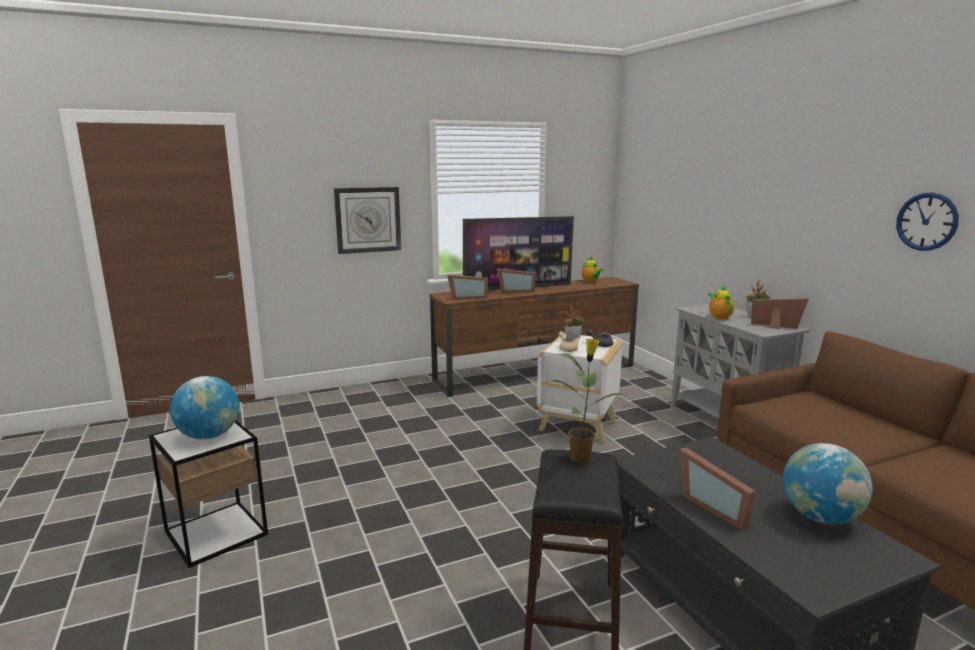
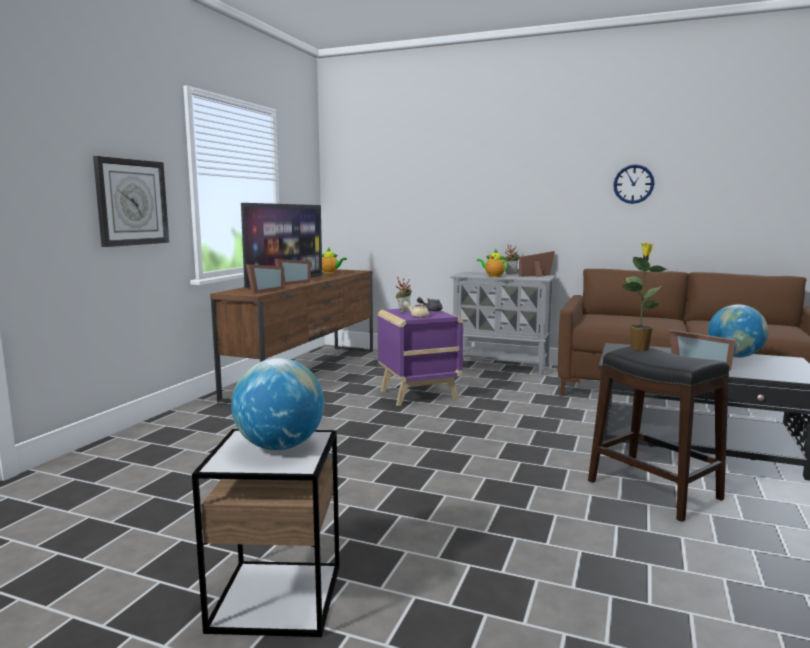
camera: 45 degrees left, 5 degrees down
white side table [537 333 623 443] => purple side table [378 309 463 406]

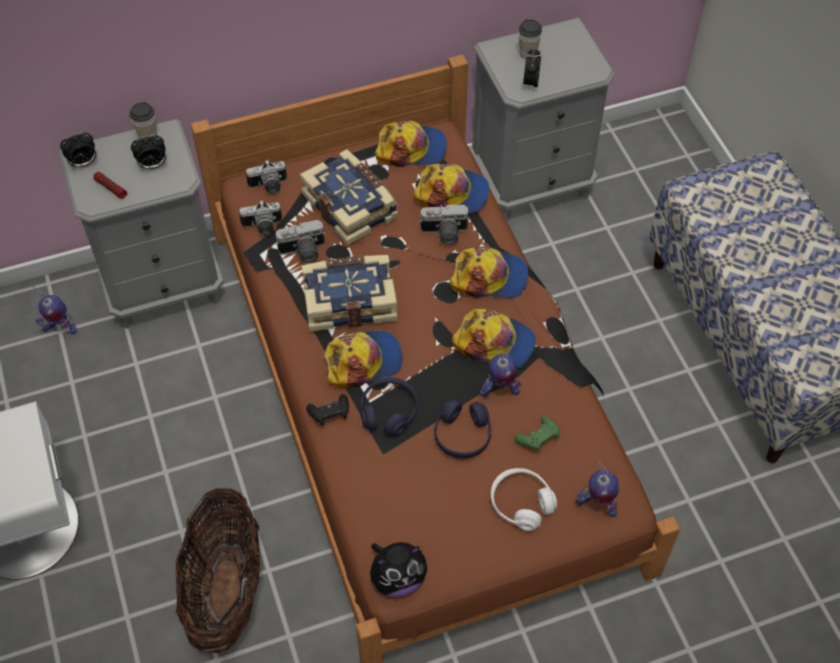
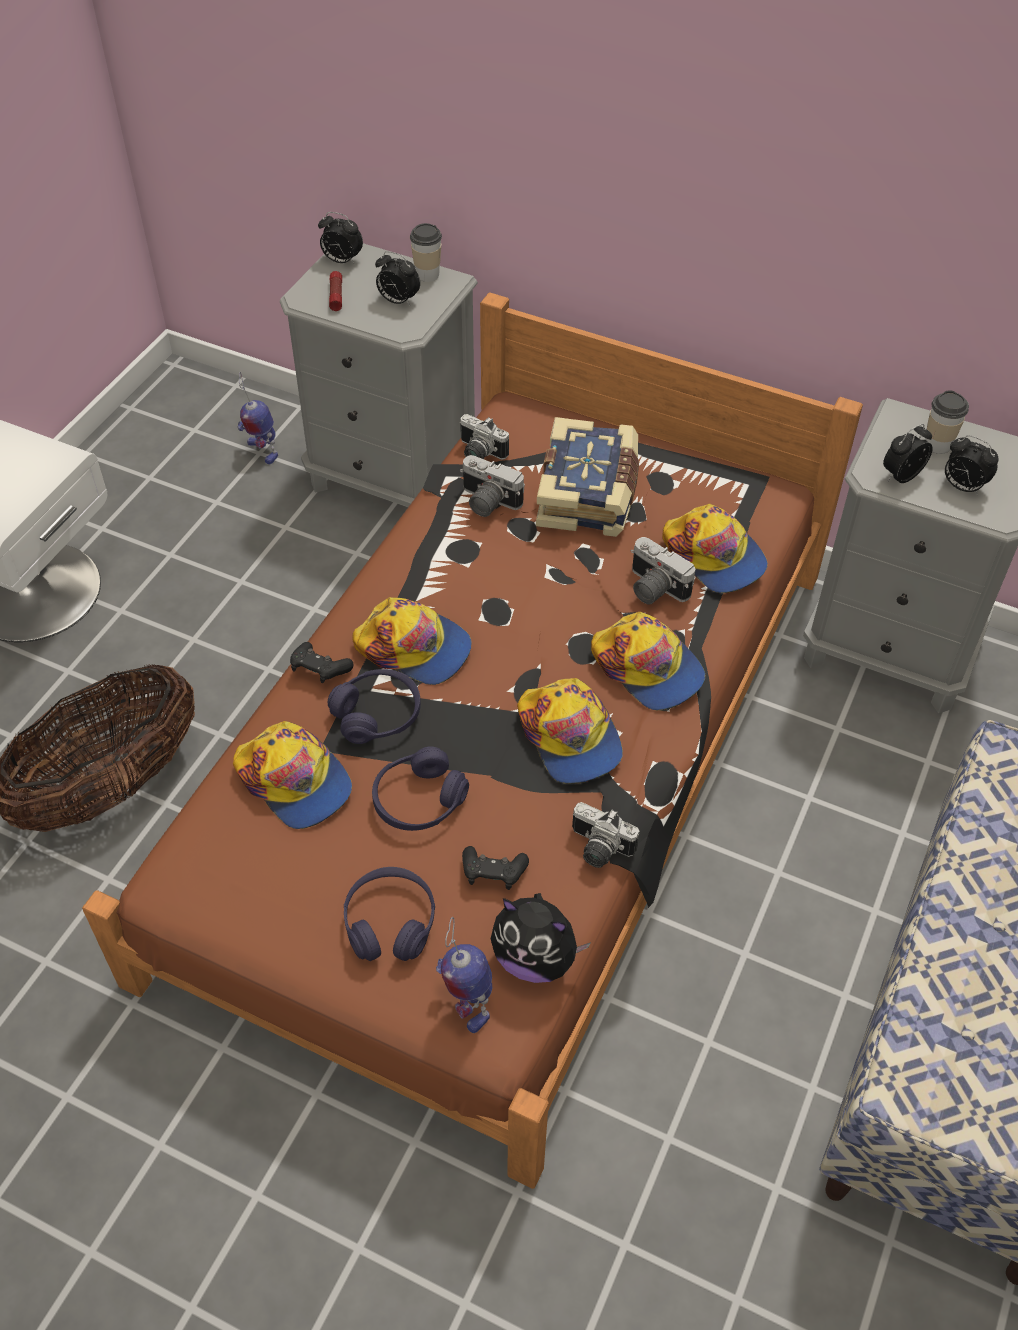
camera: 45 degrees right, 5 degrees down
cap [375 120 447 167] => cap [233 721 352 829], relocated
white headphones [491 468 557 531] => purple headphones [344 867 435 961]
green game controller [514 416 560 452] => black game controller [462 846 529 890]
plush toy [370 542 427 597] => plush toy [491 893 591 983], relocated
photo camera [246 160 287 194] => photo camera [572 802 639 868], relocated
nothing => alarm clock [945 435 999 495]
book [302 255 398 332] => nothing
toy robot [480 345 521 397] => nothing

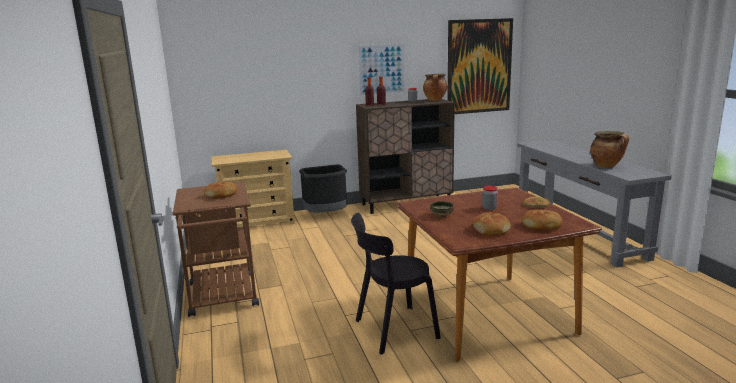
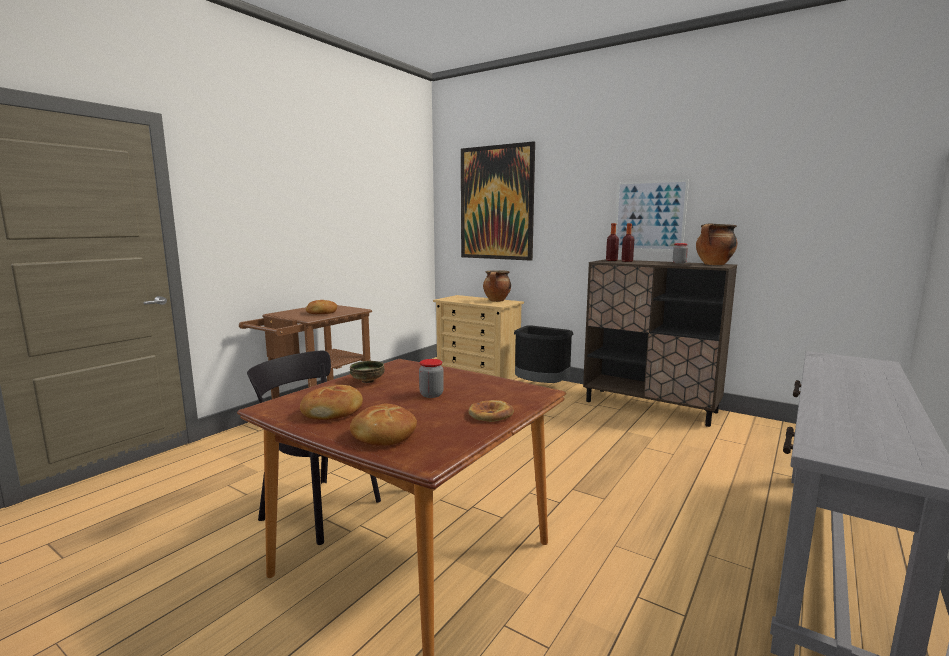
camera: 50 degrees right, 5 degrees down
picture [447 18 513 114] => picture [461 141 535 261], relocated
cooking pot [590 131 629 168] => cooking pot [483 270 511 302], relocated

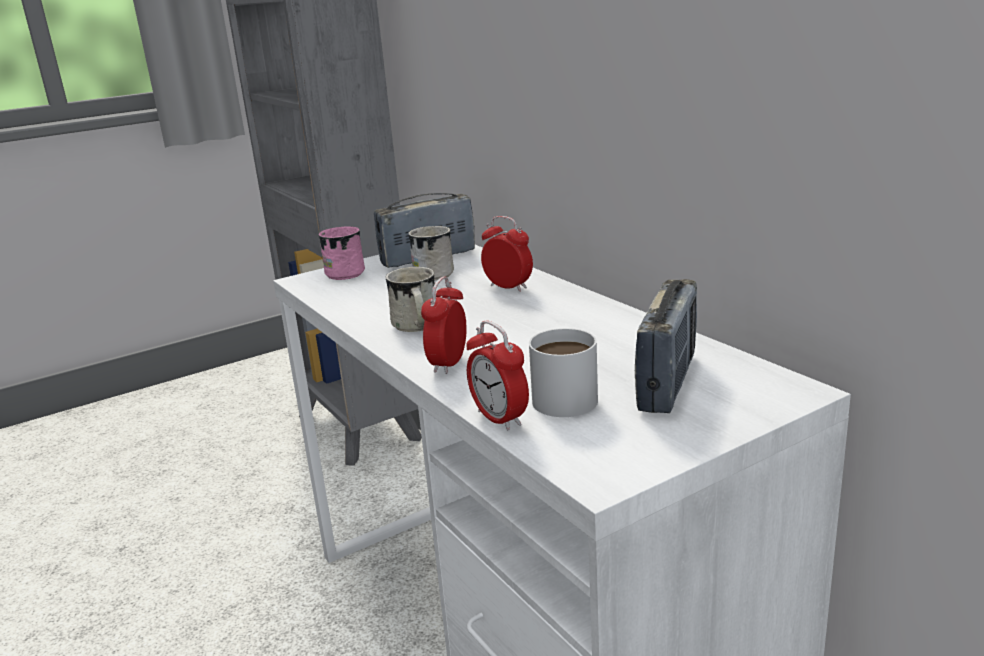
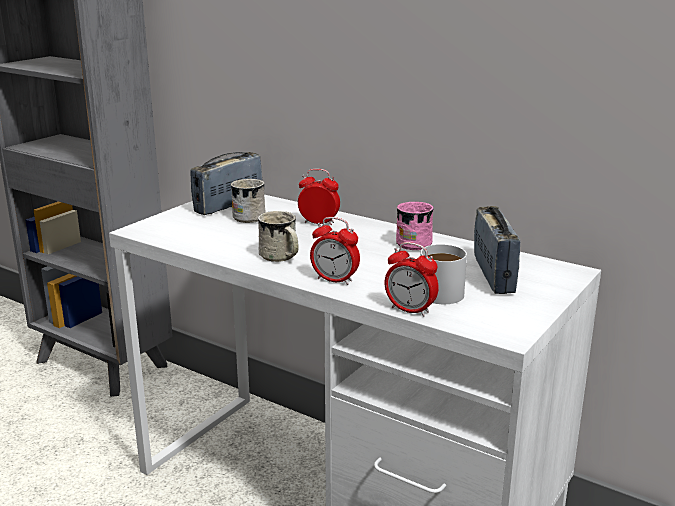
camera: 25 degrees left, 0 degrees up
alarm clock [421 277 466 374] => alarm clock [310 217 360 285], 60 degrees counterclockwise
pink mug [318 226 365 280] => pink mug [396 202 434 250], relocated

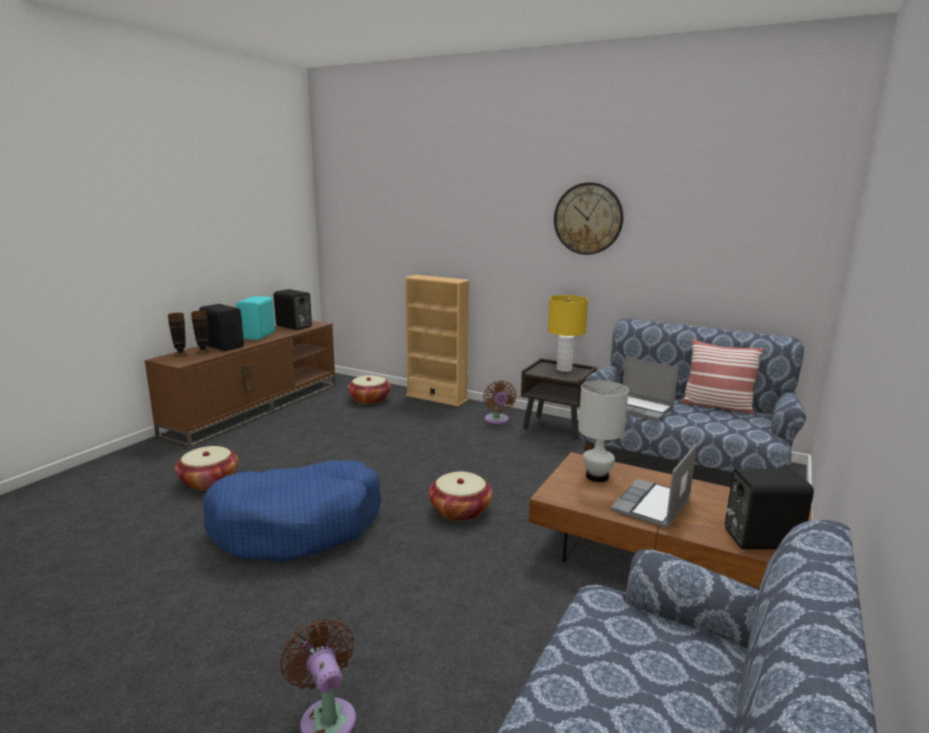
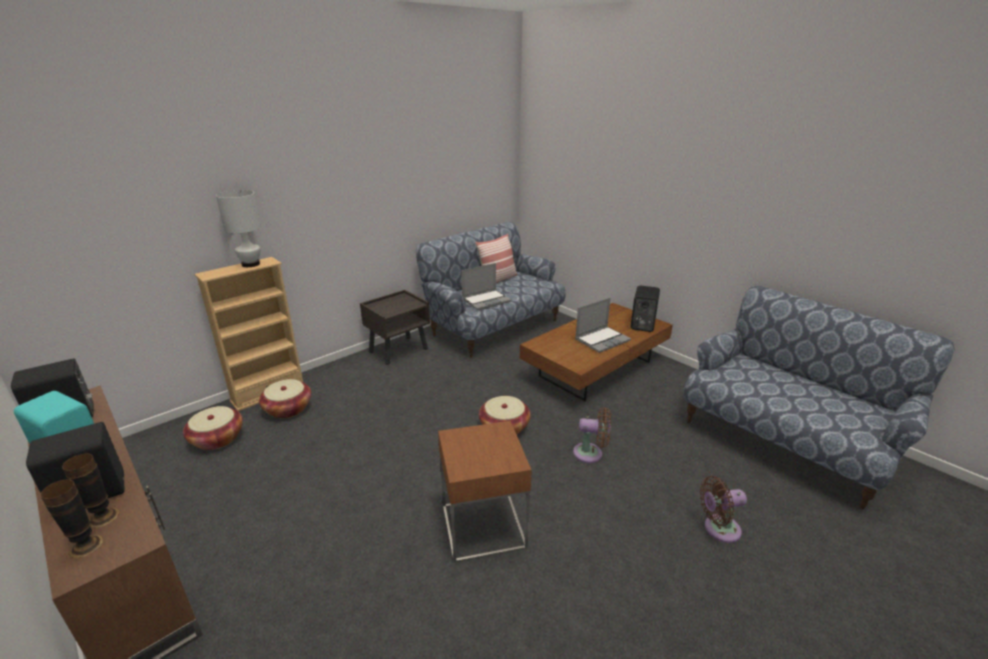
camera: 70 degrees left, 10 degrees up
white table lamp [578 380 629 482] => white table lamp [216 190 261 267], relocated
basket [175 446 238 490] => basket [259 379 311 419], relocated
blue dog bed [203 460 382 562] => brown side table [438 421 532 563]
brown fan [483 380 516 424] => brown fan [573 407 611 463], relocated
laptop [611 444 697 528] => laptop [575 298 631 353], 90 degrees counterclockwise
yellow table lamp [548 295 588 372] => nothing
wall clock [554 182 623 255] => nothing

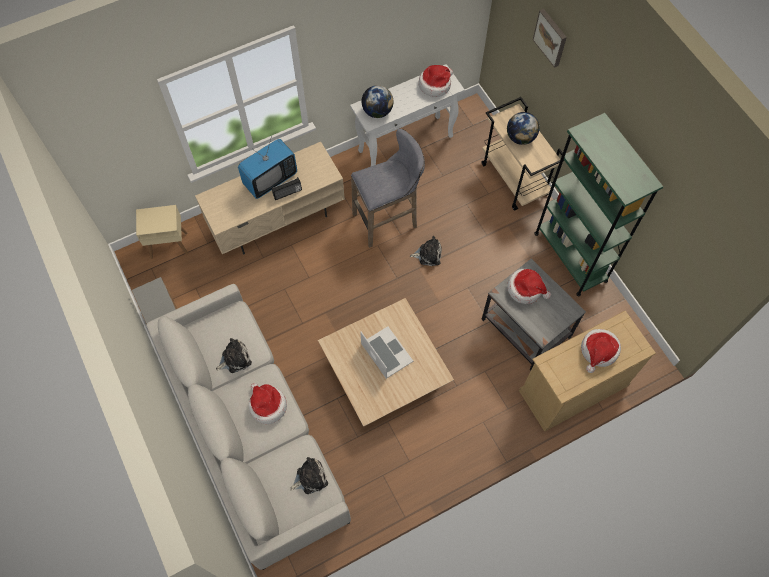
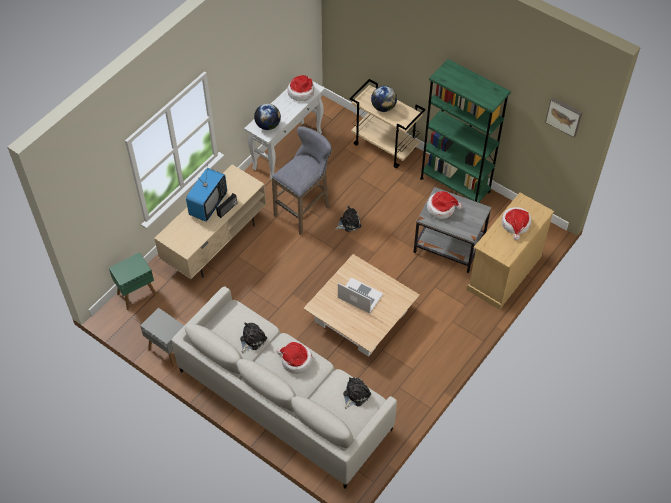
camera: 25 degrees left, 10 degrees down
beige side table [136 205 188 259] => green side table [109 252 157 310]
picture [533 9 567 68] => picture [545 97 582 137], relocated

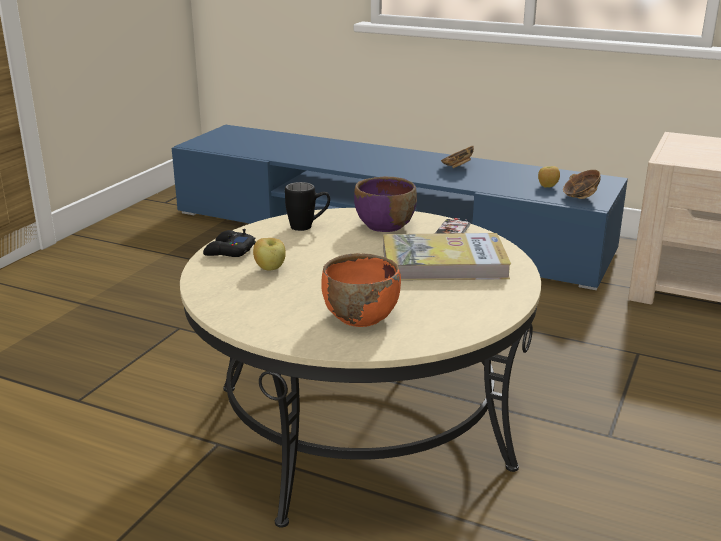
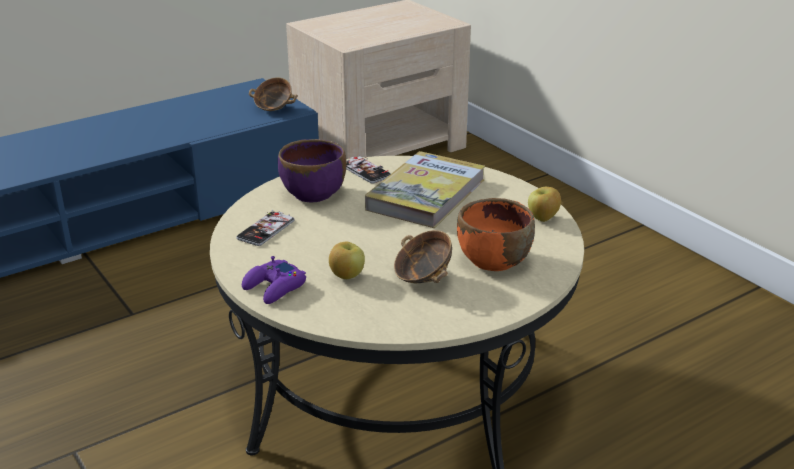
camera: 60 degrees left, 5 degrees up
black mug [285 182 330 231] => phone [236 210 294 246]
black game controller [203 229 256 257] => purple game controller [242 256 306 304]
bowl [441 146 474 168] => bowl [394 230 452 283], relocated
apple [538 166 560 187] => apple [528 187 561 222], relocated

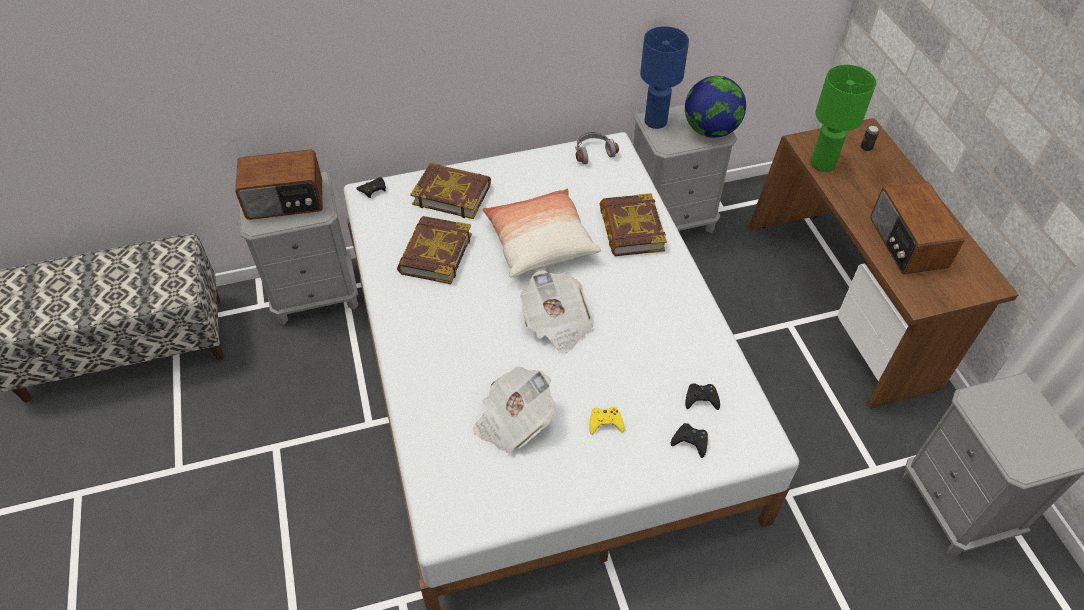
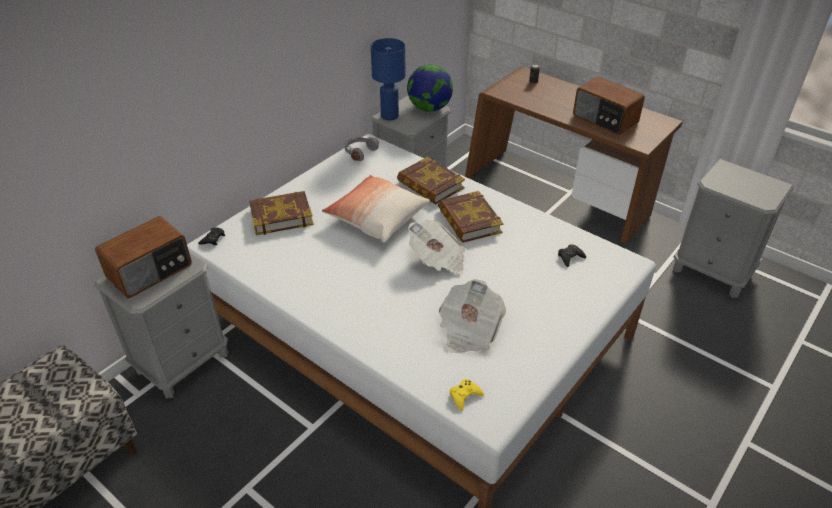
camera: 35 degrees left, 10 degrees down
book [397 216 472 284] => book [438 191 503 243], relocated
yellow game controller [589 406 625 435] => yellow game controller [450 379 484 411], relocated
black game controller [671 423 708 458] => nothing
green table lamp [811 64 876 172] => nothing

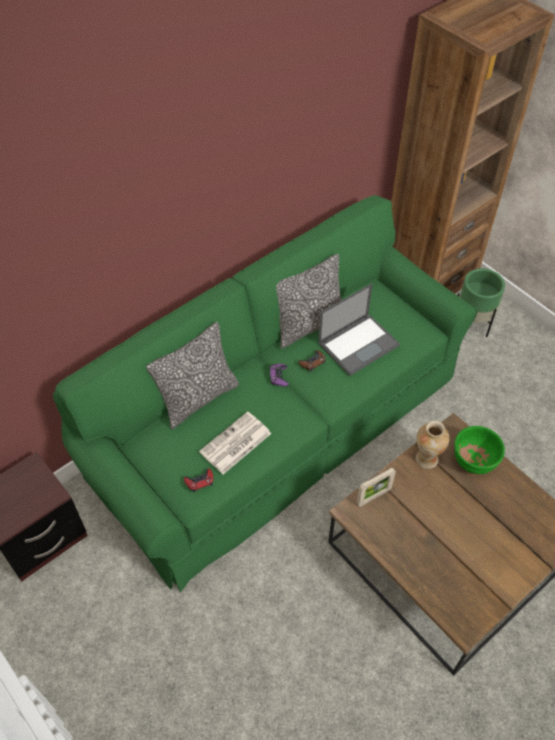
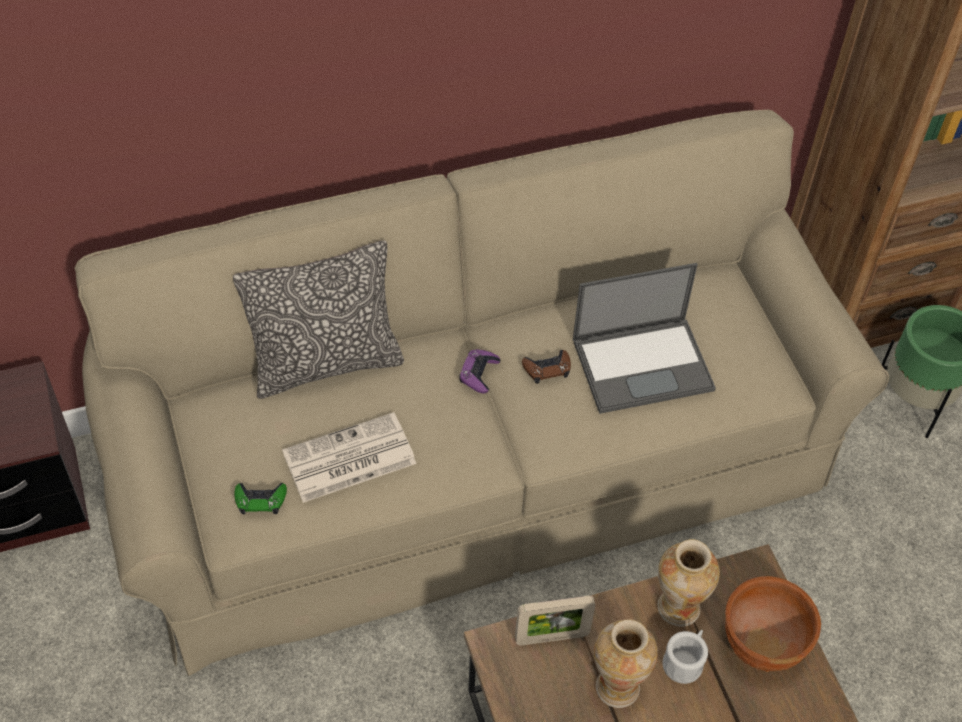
camera: 20 degrees right, 0 degrees up
green sofa [53 195 477 592] => beige sofa [74 110 889 676]
red game controller [184 468 213 492] => green game controller [235 483 287 514]
nothing => vase [594 619 658 708]
nothing => white mug [663 630 708 684]
green bowl [454 426 505 474] => brown bowl [725 576 821 672]
pillow [276 254 342 349] => nothing

